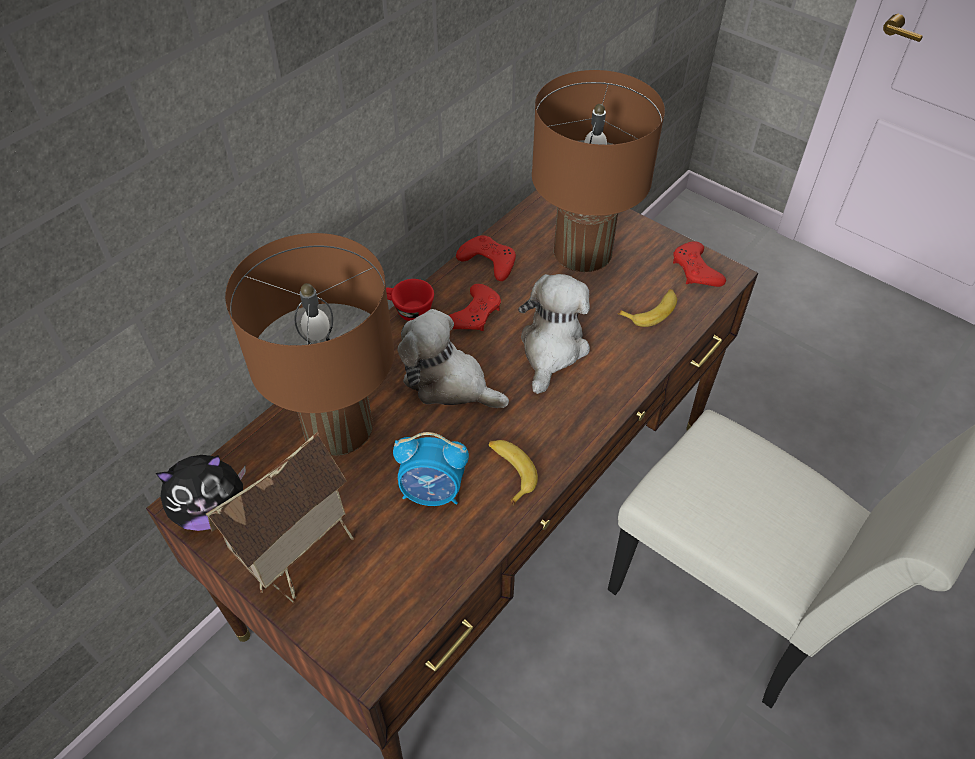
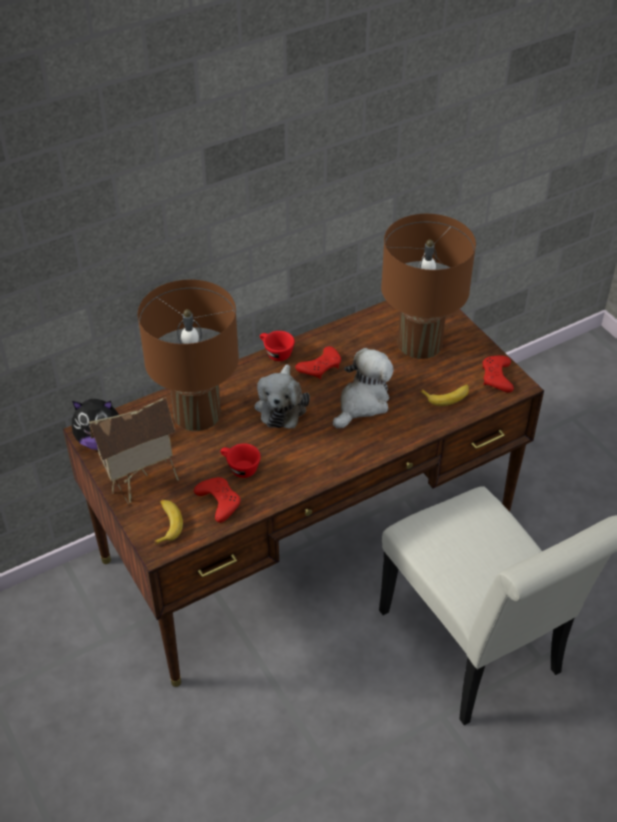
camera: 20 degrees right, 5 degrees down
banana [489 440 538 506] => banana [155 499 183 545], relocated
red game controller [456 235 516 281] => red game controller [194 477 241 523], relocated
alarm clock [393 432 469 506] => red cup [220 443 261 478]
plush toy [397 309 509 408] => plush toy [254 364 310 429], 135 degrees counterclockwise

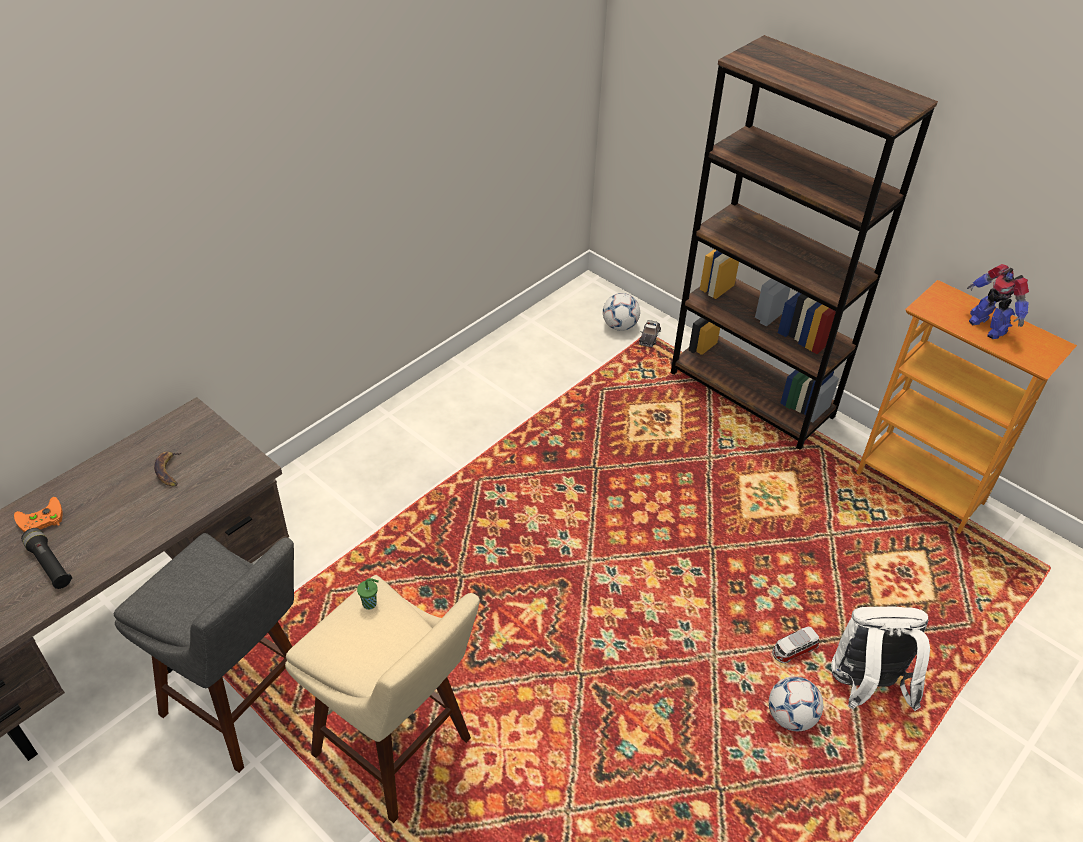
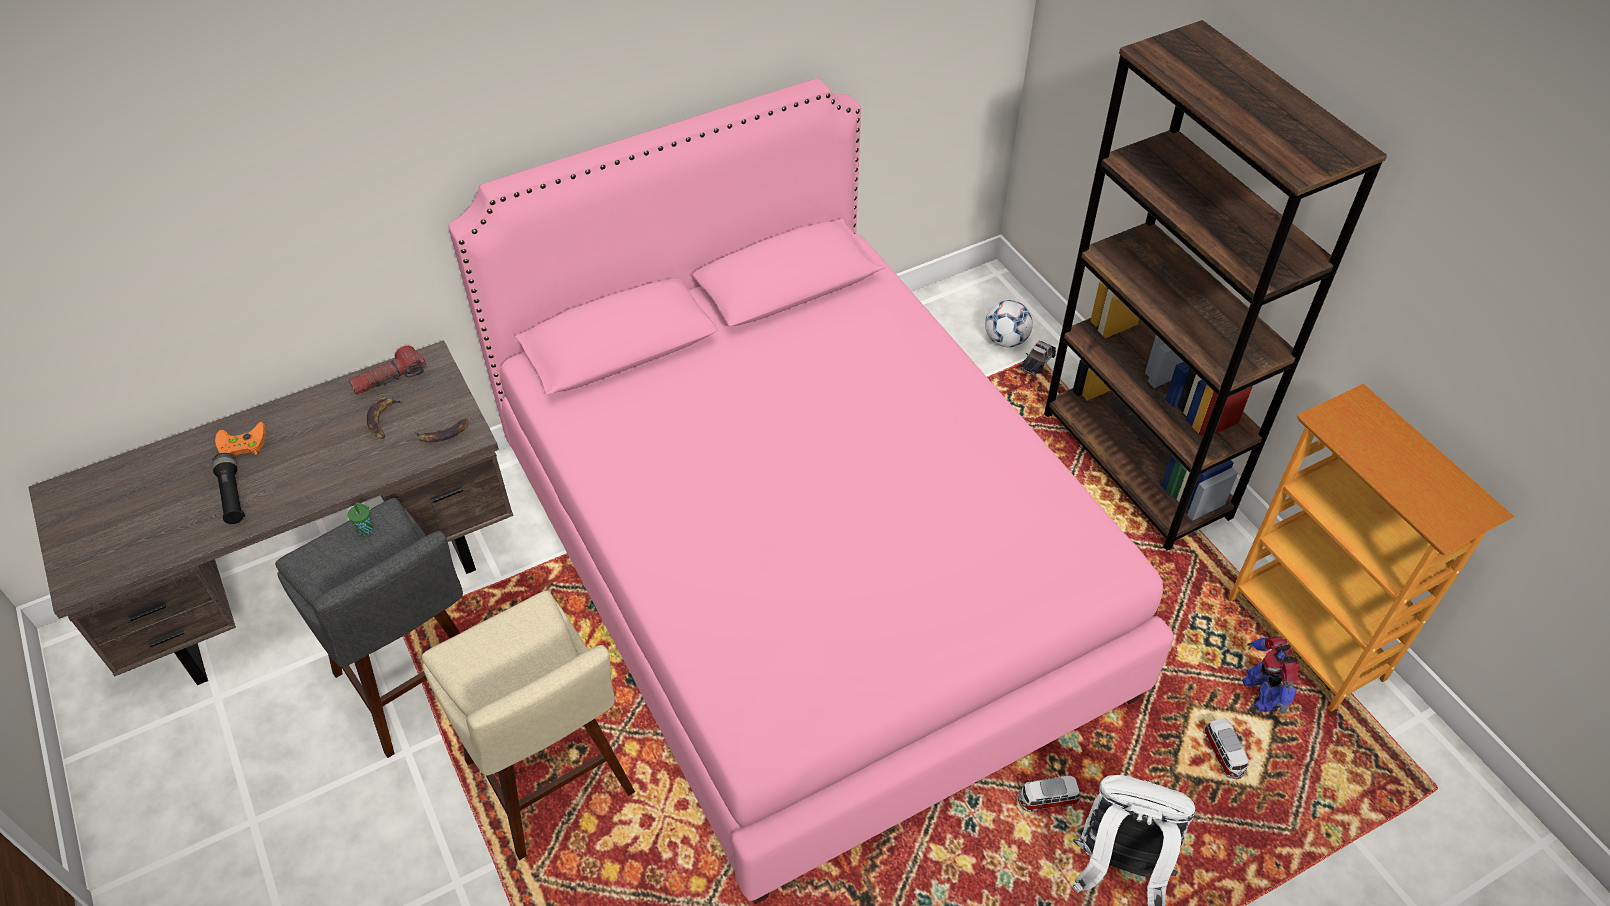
camera: 20 degrees right, 5 degrees up
green cup [357 578 379 610] => green cup [348 503 373 535], relocated
nothing => flashlight [349 346 426 395]
nothing => banana [415 418 468 442]
nothing => pink bed [448 78 1174 904]
nothing => toy car [1203 718 1249 779]
toy robot [967 264 1029 339] => toy robot [1242 637 1300 714], relocated
football [769 676 823 731] => nothing

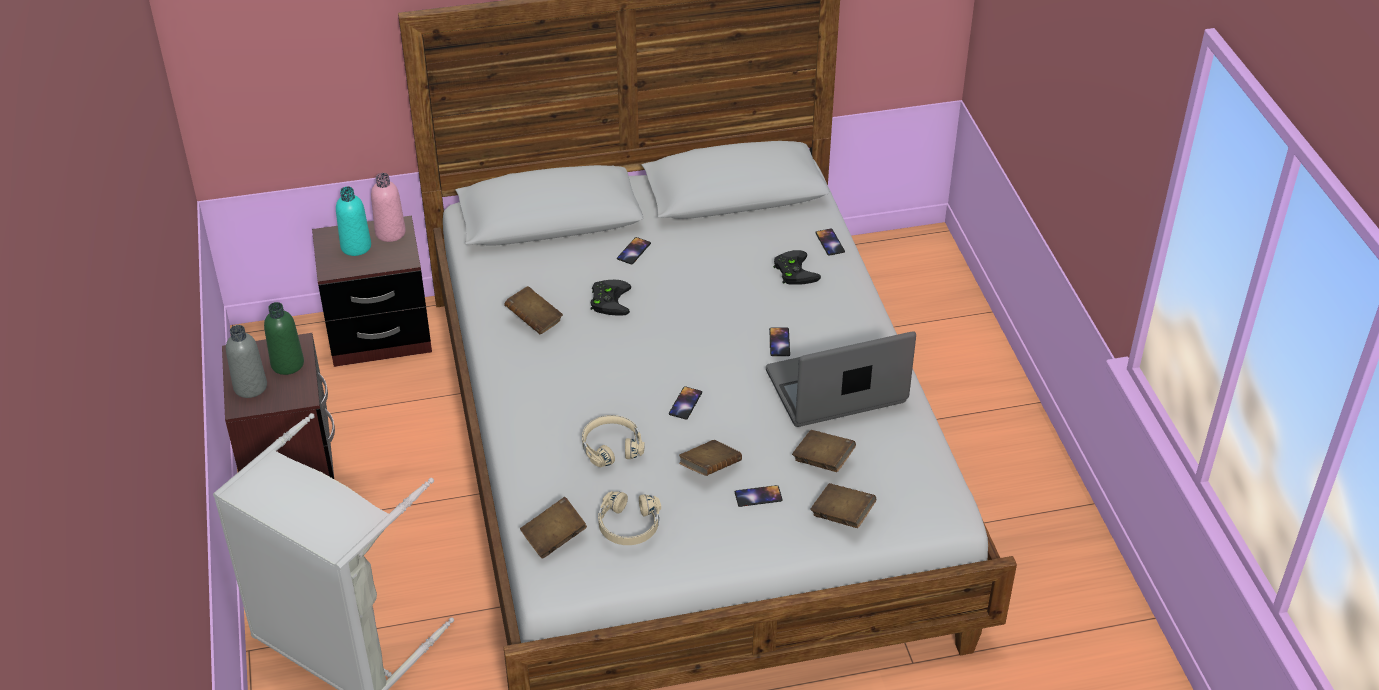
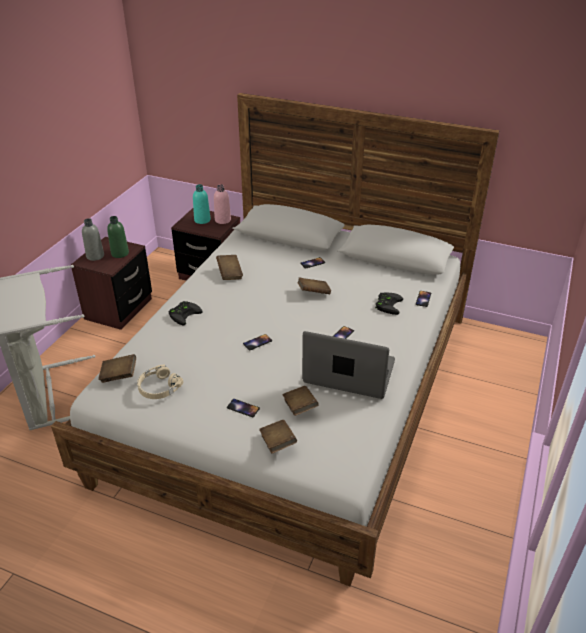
camera: 35 degrees right, 5 degrees down
black game controller [590 280 631 316] => black game controller [168 301 203 325], relocated
brown book [679 440 742 476] => brown book [297 278 331 294], relocated
beige headphones [582 415 644 468] => nothing

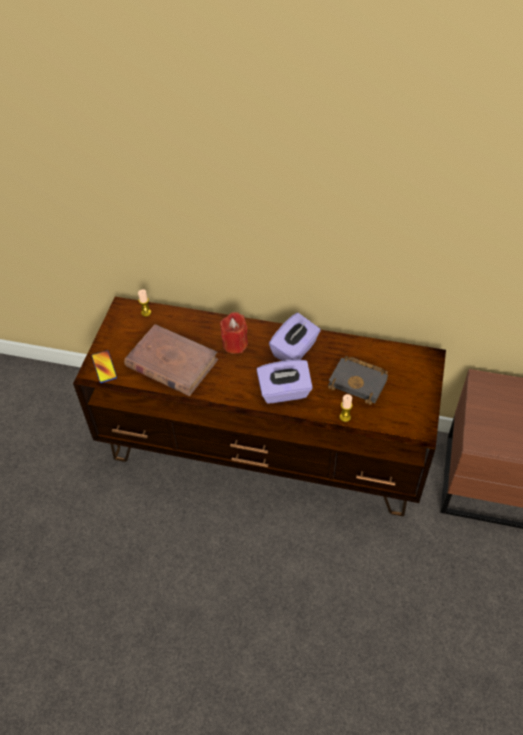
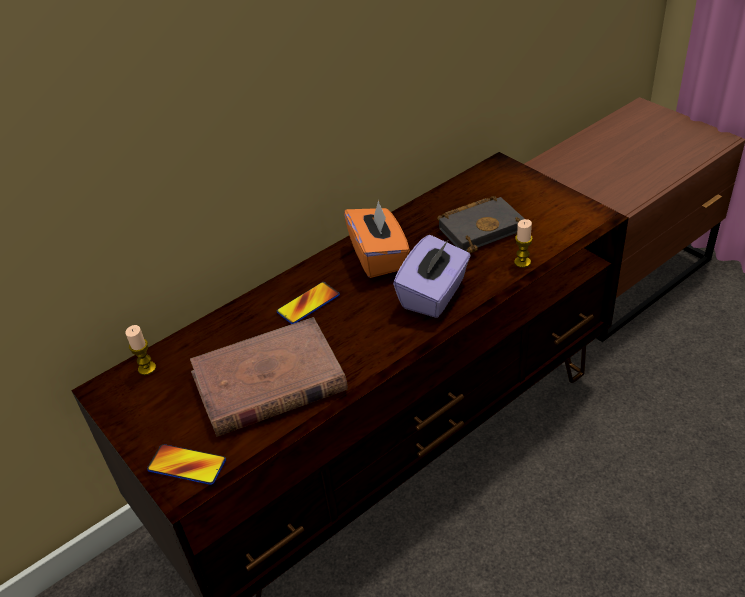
camera: 50 degrees left, 10 degrees down
red candle [220 312 248 354] => phone [277 282 340 324]
purple tissue box [269 313 321 361] => orange tissue box [344 200 410 278]

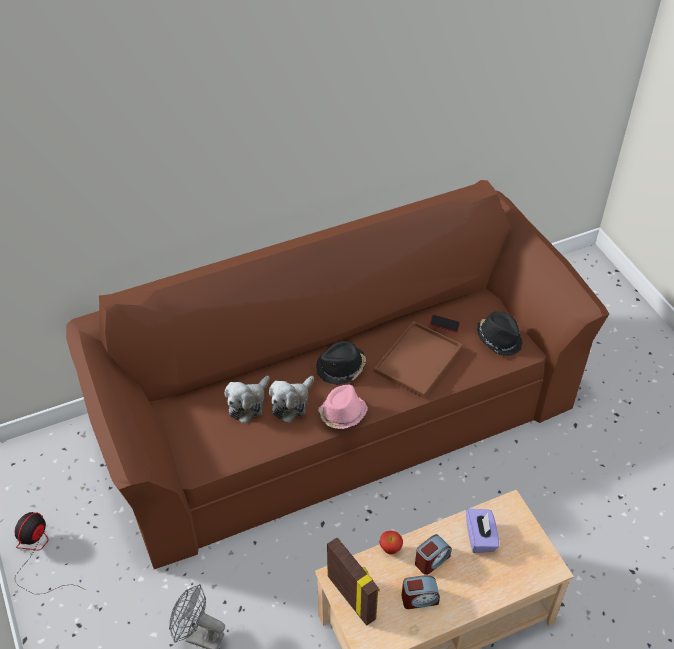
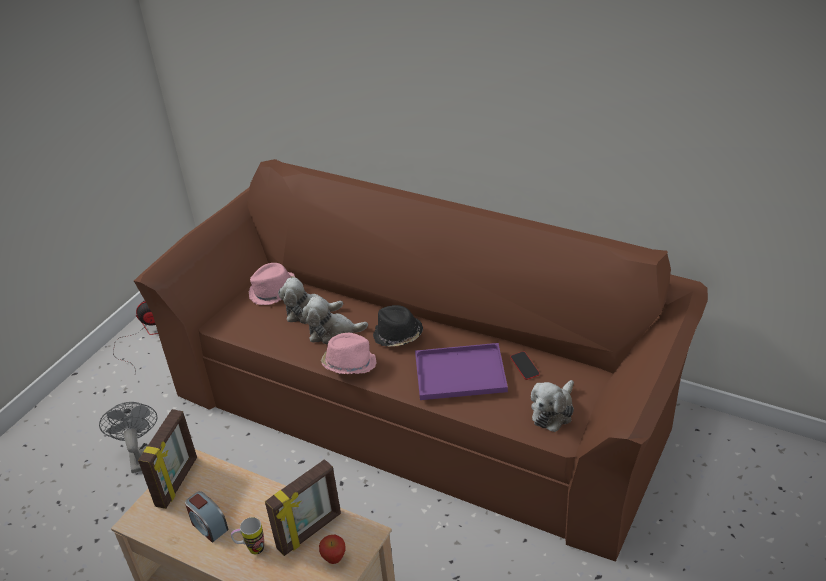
camera: 55 degrees right, 10 degrees down
nothing => mug [231 517 264 554]
nothing => pink hat [249 263 295 305]
purple tissue box [466 508 499 553] => picture frame [265 459 341 556]
apple [379 531 403 555] => apple [319 535 345 564], relocated
brown tray [374 321 463 398] => purple tray [415 343 508 400]
black hat [477 311 523 356] => plush toy [531 380 574 432]
alarm clock [415 534 451 575] => nothing

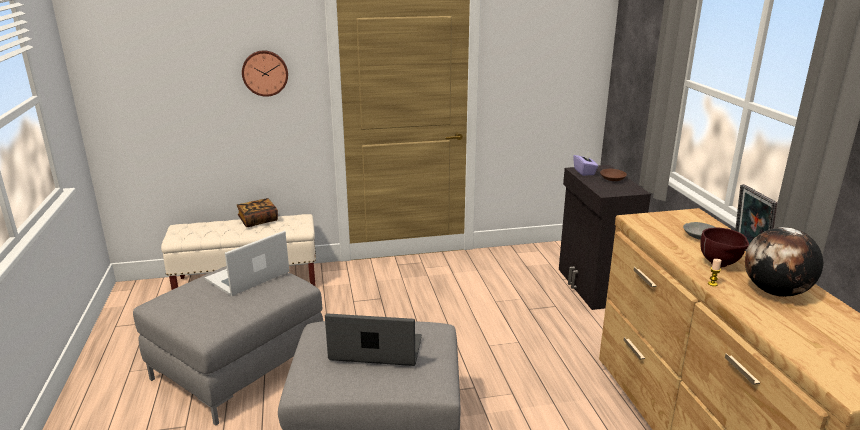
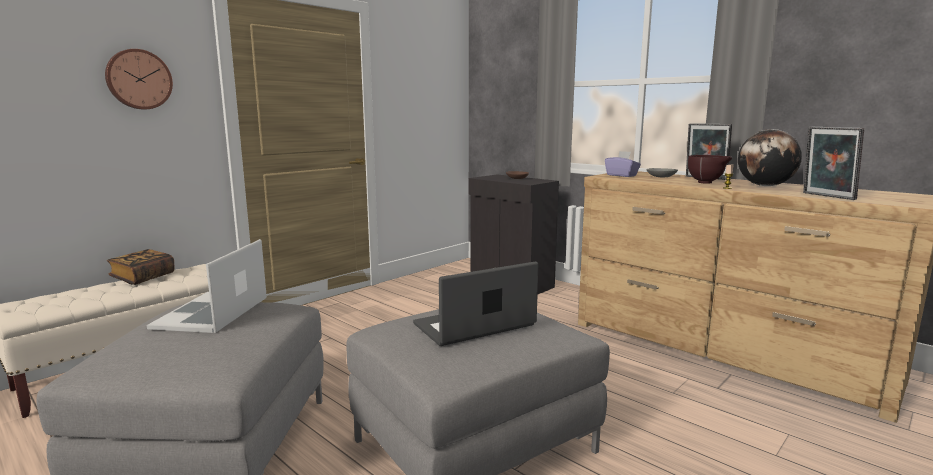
camera: 35 degrees left, 10 degrees down
purple tissue box [573 151 598 176] => purple tissue box [605 151 641 177], relocated
nothing => picture frame [803 127 864 200]

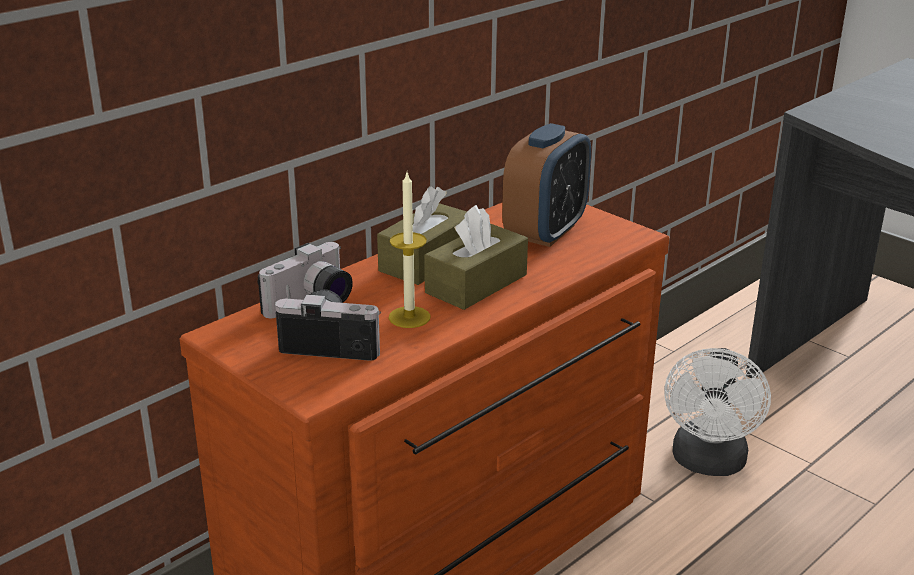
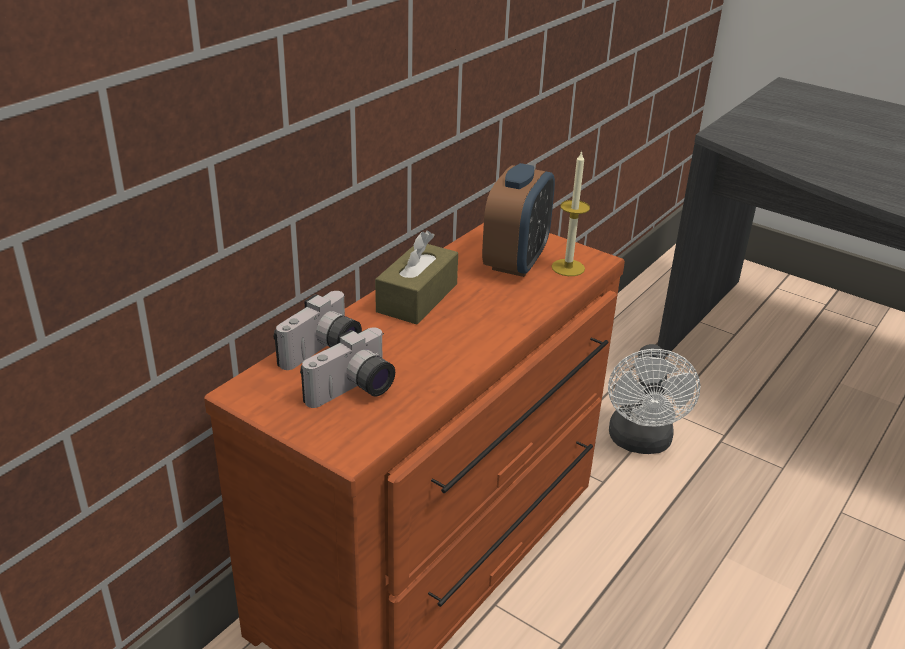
camera: 10 degrees left, 5 degrees up
photo camera [275 289 381 361] => photo camera [300 328 395 408], 135 degrees clockwise
candle [389 173 431 328] => candle [551 151 590 276], relocated
brown tissue box [425 205 528 310] => nothing

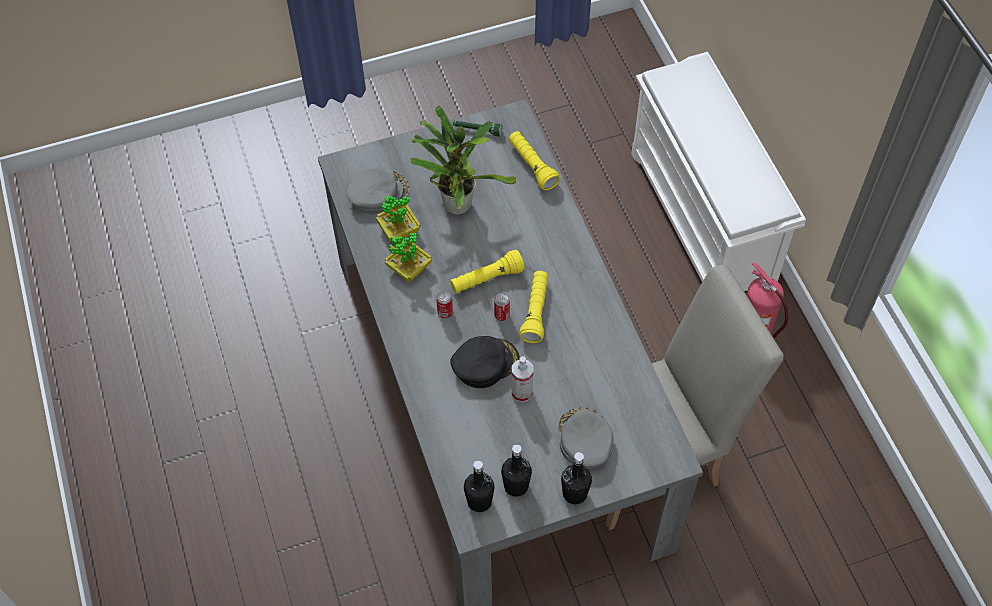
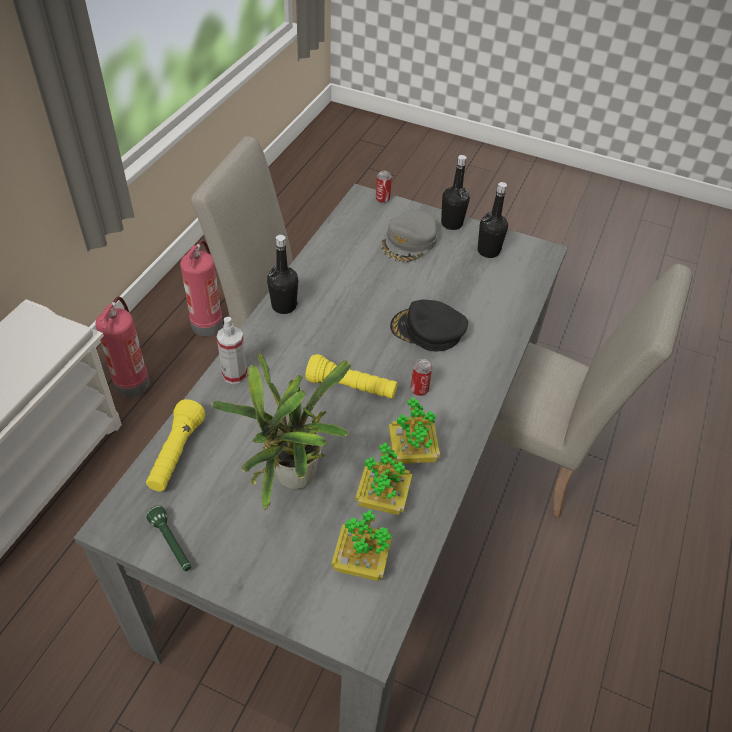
camera: 140 degrees left, 10 degrees down
nothing => fire extinguisher [180 240 223 336]
spray bottle [512 356 533 403] => spray bottle [217 317 247 384], relocated
black bottle [464 460 495 512] => black bottle [267 235 298 314], relocated
grey cap [346 167 410 215] => potted plant [331 510 392 581]
can [494 293 510 321] => can [376 171 392 203], relocated
nothing => beige chair [490 264 693 517]
yellow flashlight [519 271 548 343] => nothing

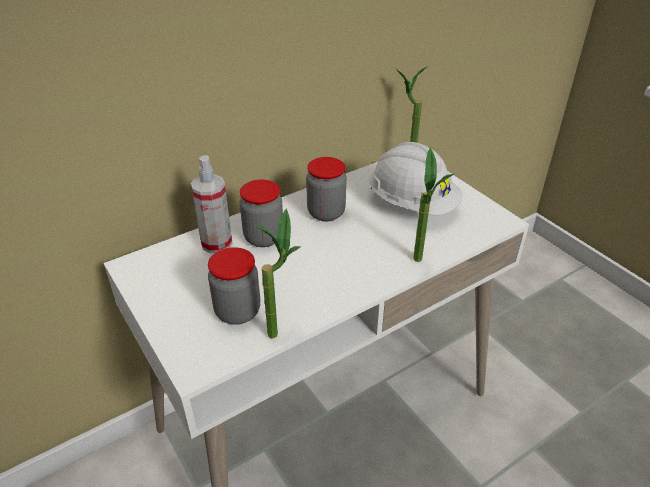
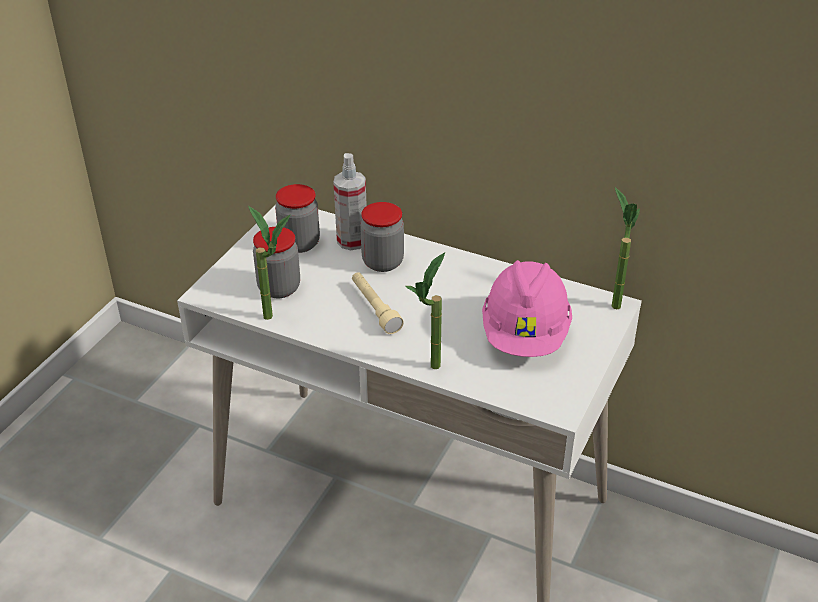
camera: 60 degrees right, 0 degrees up
jar [306 157 346 221] => jar [275 184 320 253], relocated
nothing => beige flashlight [352 272 404 334]
white hard hat [369 142 462 215] => pink hard hat [482 260 572 357]

